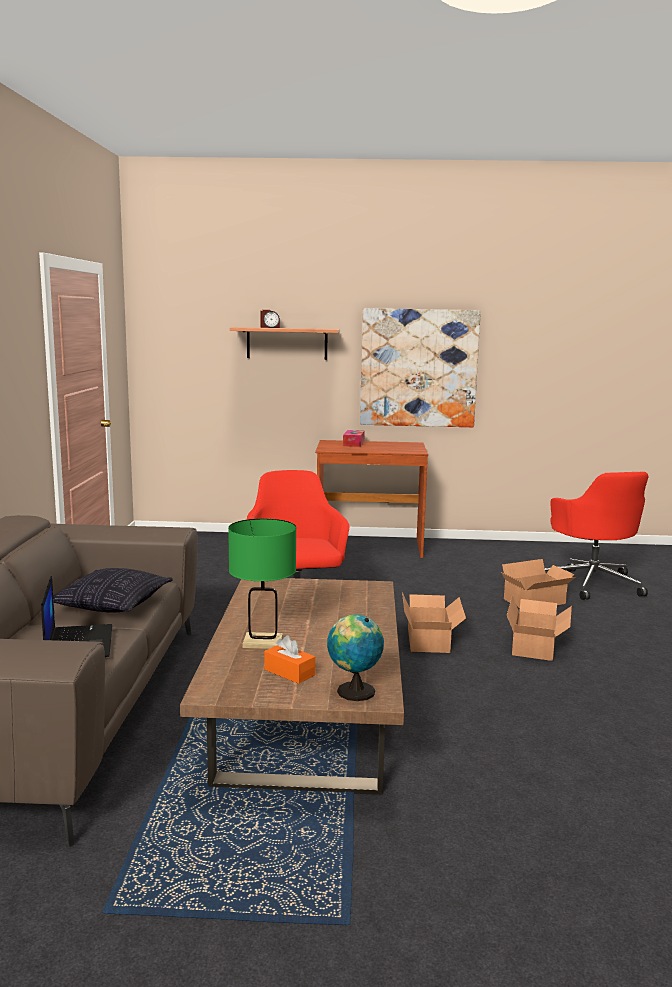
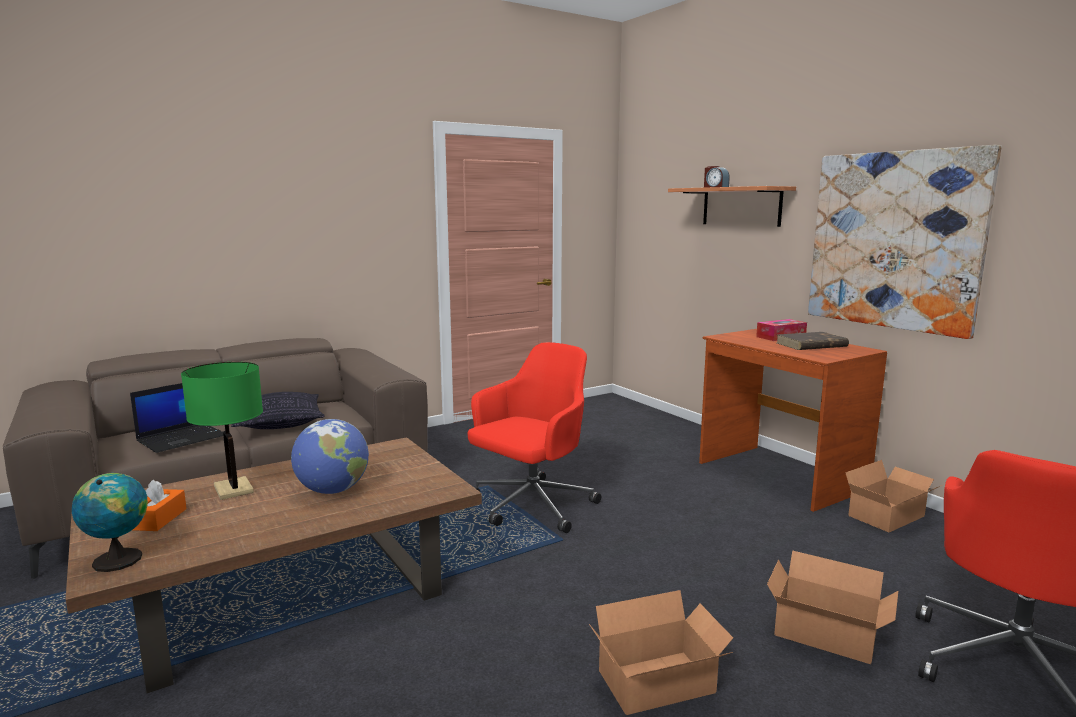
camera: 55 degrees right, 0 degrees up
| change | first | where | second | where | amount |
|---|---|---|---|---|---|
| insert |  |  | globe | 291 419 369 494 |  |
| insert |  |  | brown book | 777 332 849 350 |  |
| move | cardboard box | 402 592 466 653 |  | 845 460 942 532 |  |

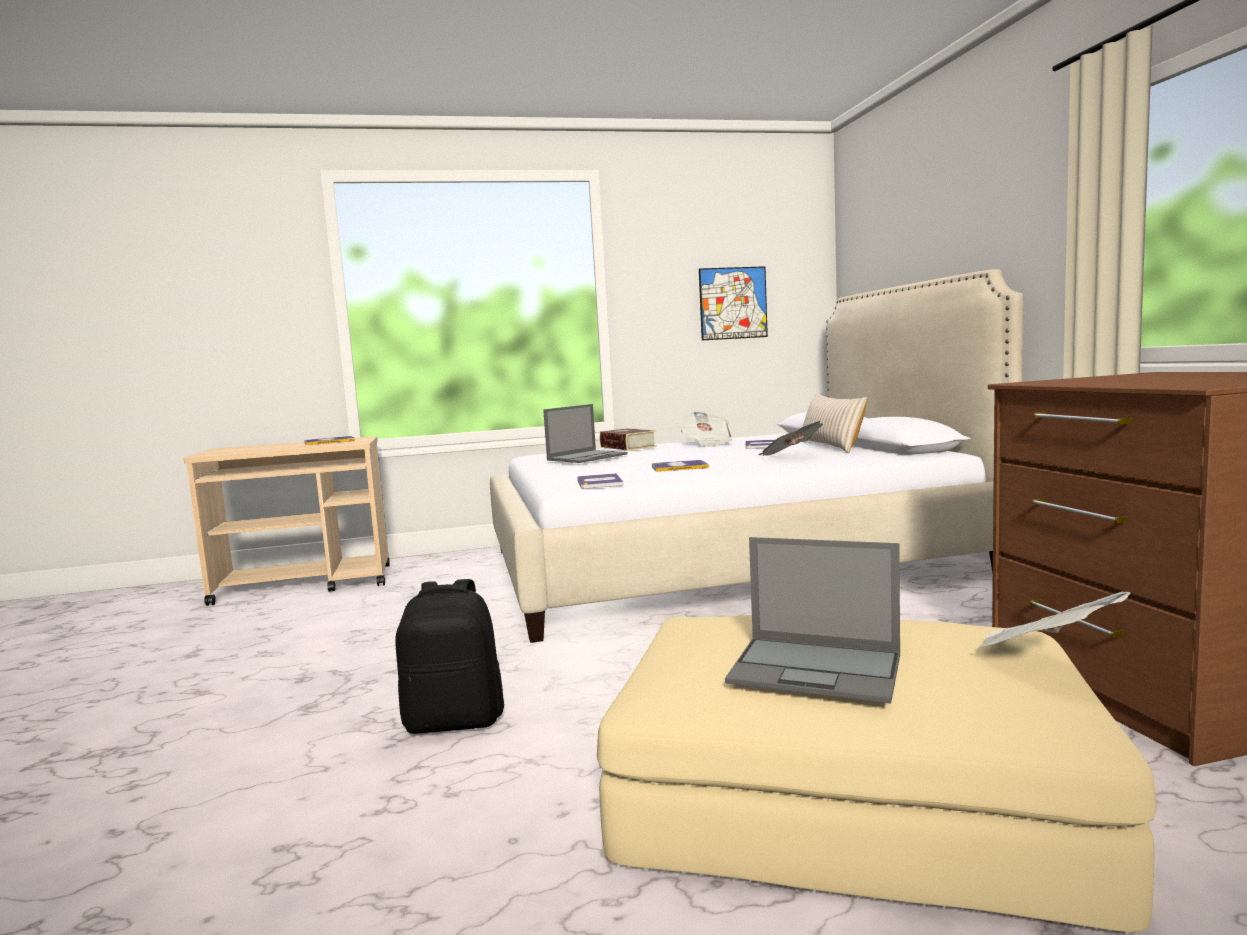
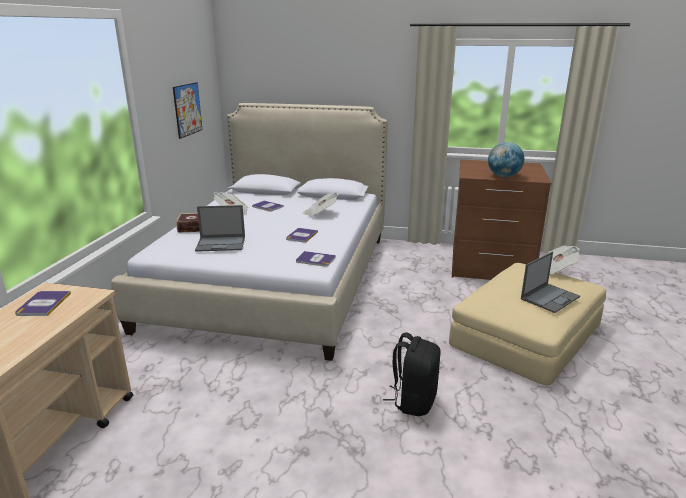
camera: 65 degrees left, 15 degrees up
| change | first | where | second | where | amount |
|---|---|---|---|---|---|
| rotate | laptop | 543 404 628 463 |  | 195 205 245 252 | 105 degrees clockwise |
| insert |  |  | globe | 488 142 524 177 |  |
| delete | beige pillow | 801 393 867 453 |  |  |  |

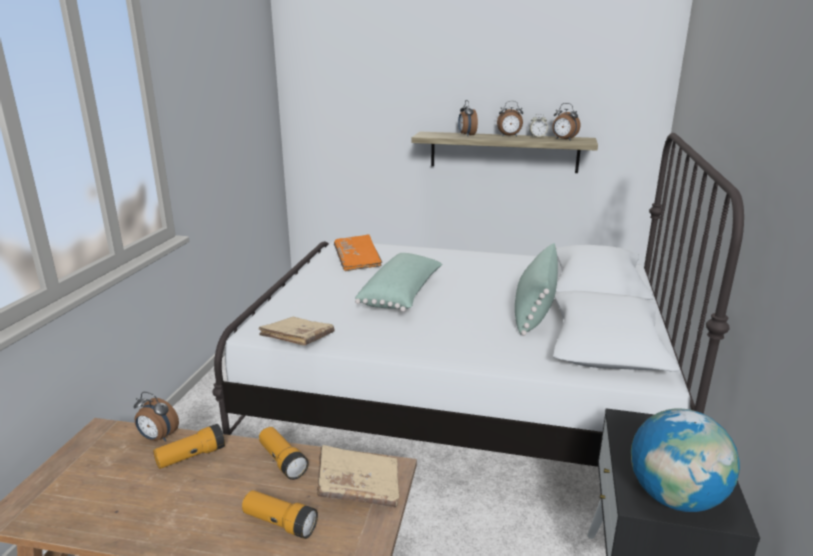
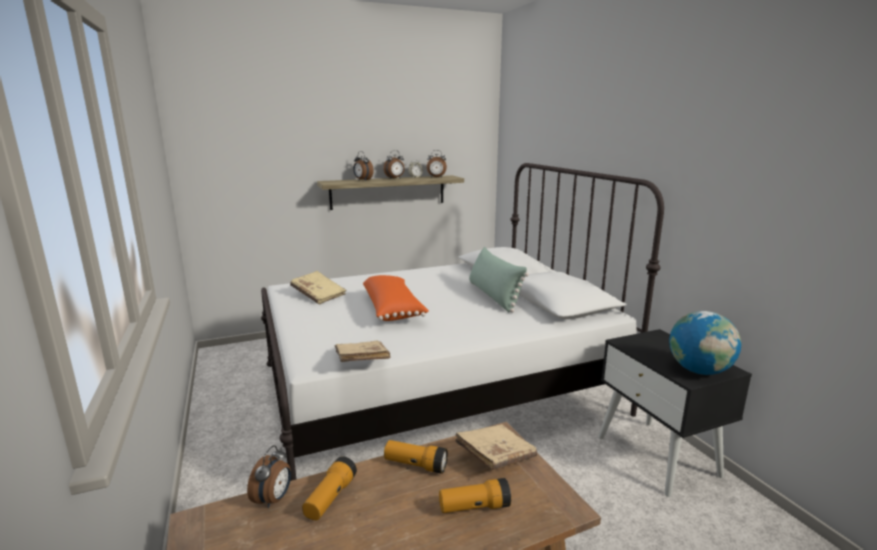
camera: 35 degrees left, 5 degrees down
| change | first | where | second | where | amount |
|---|---|---|---|---|---|
| rotate | alarm clock | 134 392 179 442 |  | 247 445 291 508 | 60 degrees counterclockwise |
| recolor | orange book | 334 234 382 272 | beige book | 290 271 346 305 |  |
| recolor | green pillow | 355 253 443 312 | orange pillow | 363 275 429 321 |  |

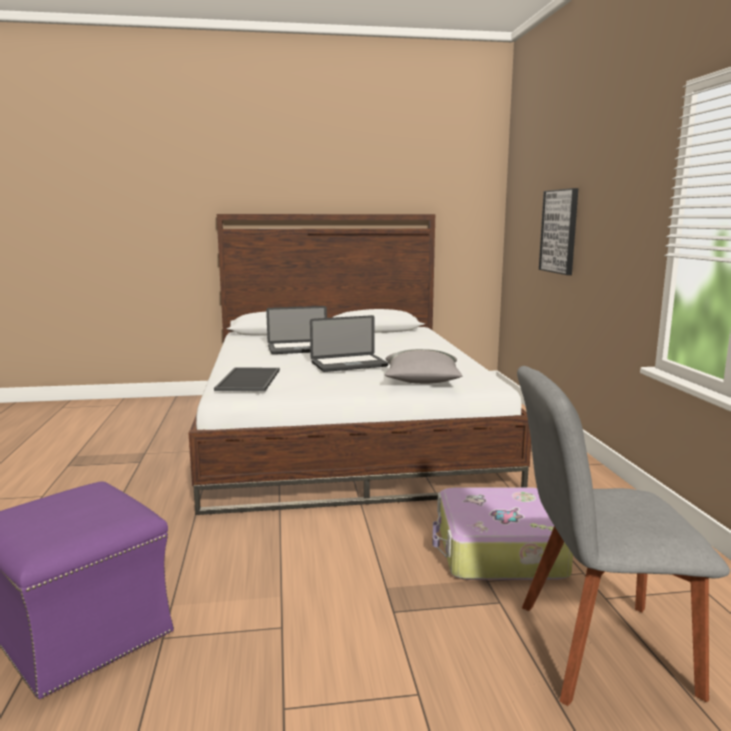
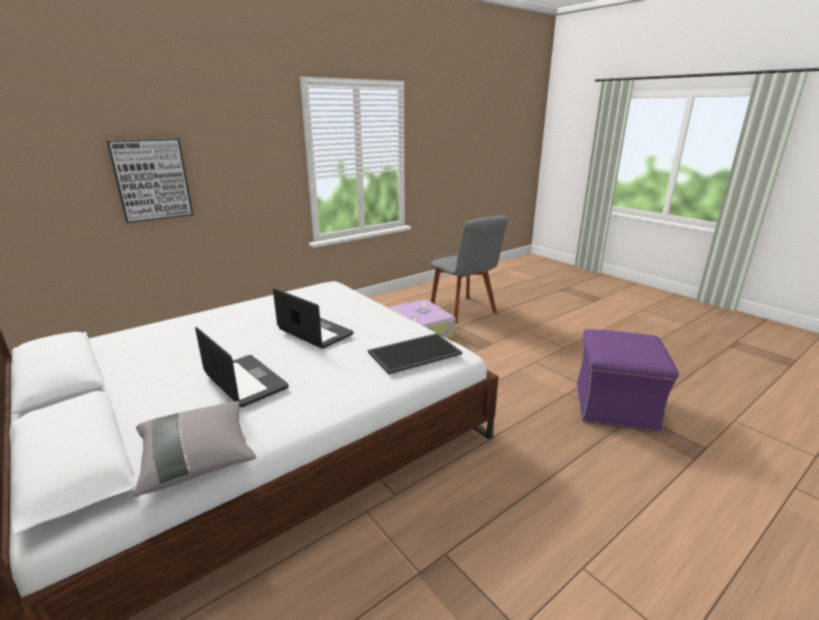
camera: 120 degrees left, 10 degrees up
| change | first | where | second | where | amount |
|---|---|---|---|---|---|
| move | grey pillow | 385 349 462 384 |  | 133 401 257 497 |  |

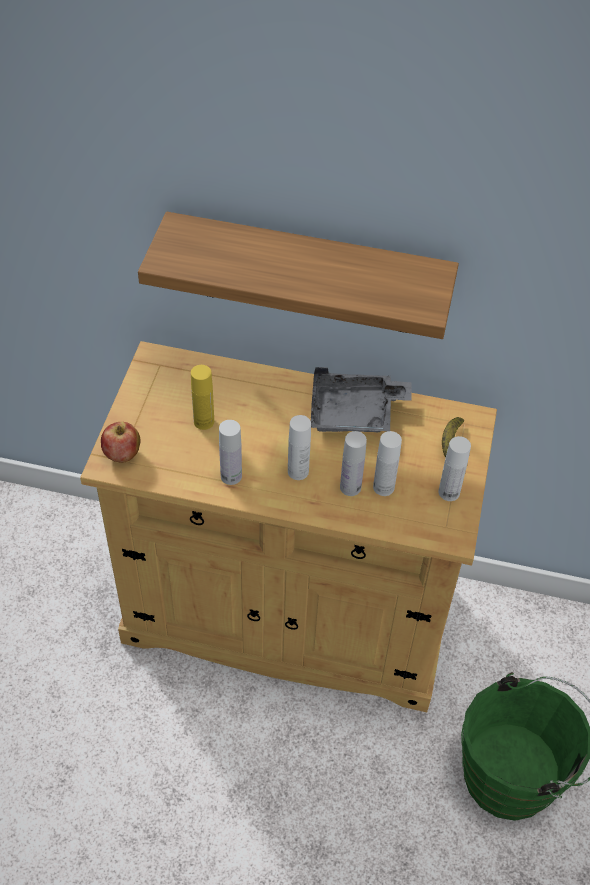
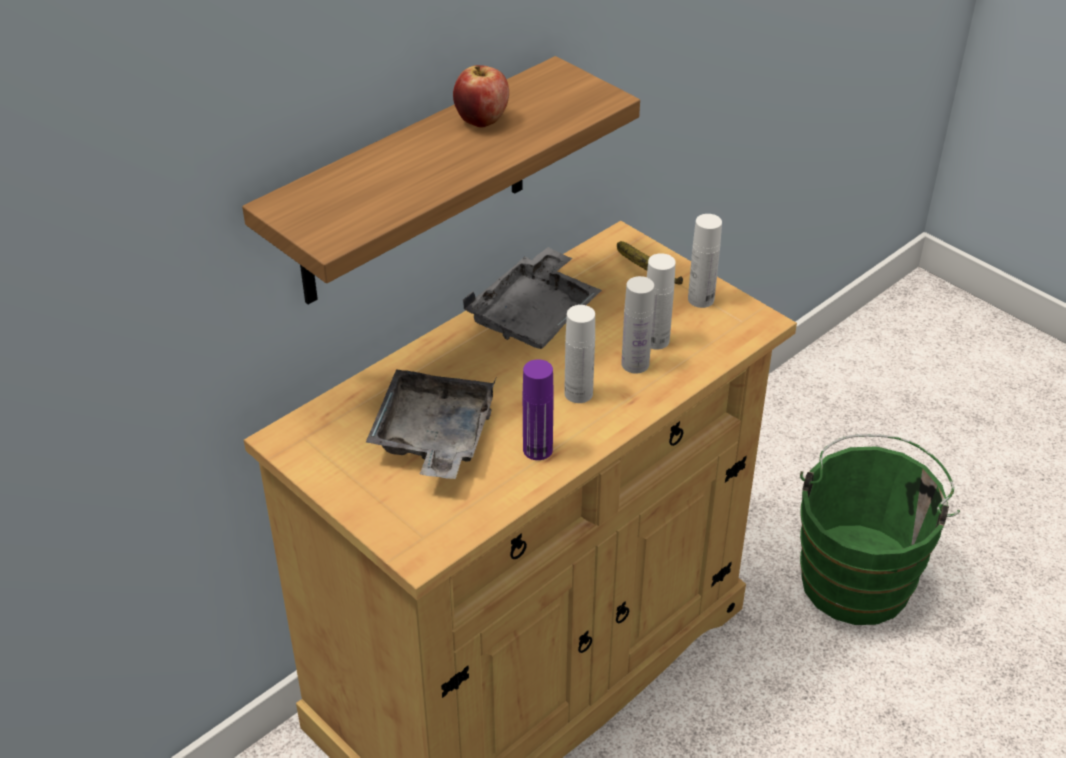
camera: 55 degrees left, 10 degrees down
| change | first | where | second | where | amount |
|---|---|---|---|---|---|
| replace | yellow bottle | 191 365 214 430 | grey tray | 366 369 496 479 |  |
| move | apple | 101 422 141 463 |  | 453 65 509 127 |  |
| recolor | white bottle | 219 420 242 485 | purple bottle | 523 359 554 460 |  |

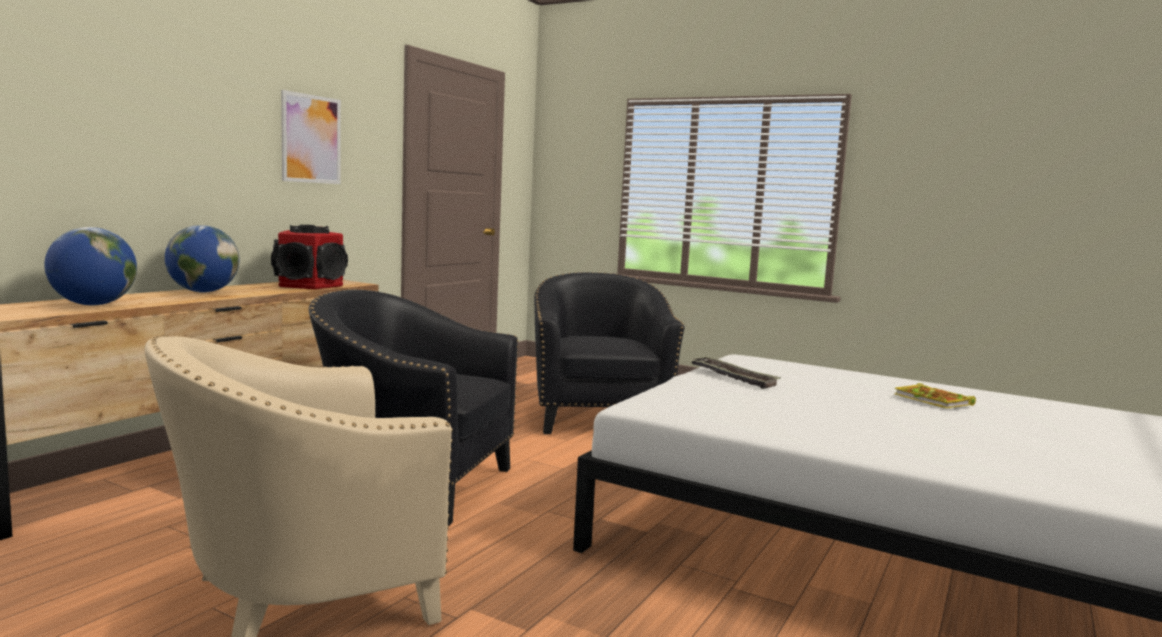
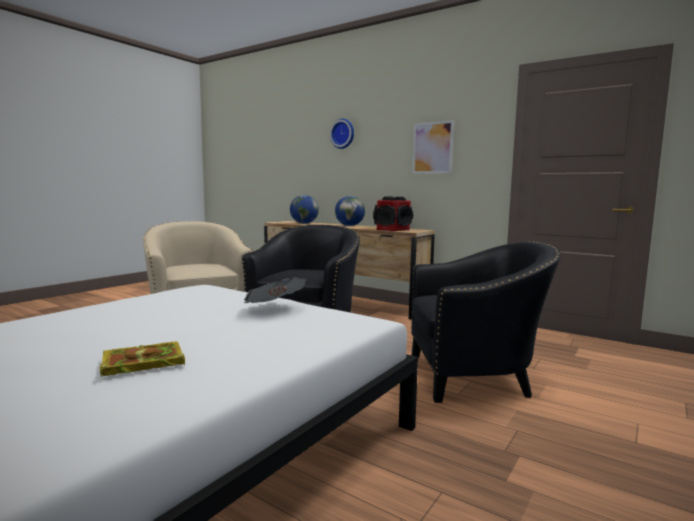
camera: 95 degrees right, 0 degrees up
| change | first | where | second | where | amount |
|---|---|---|---|---|---|
| replace | tray | 690 357 780 389 | newspaper | 244 277 306 303 |  |
| insert |  |  | wall clock | 330 119 354 149 |  |

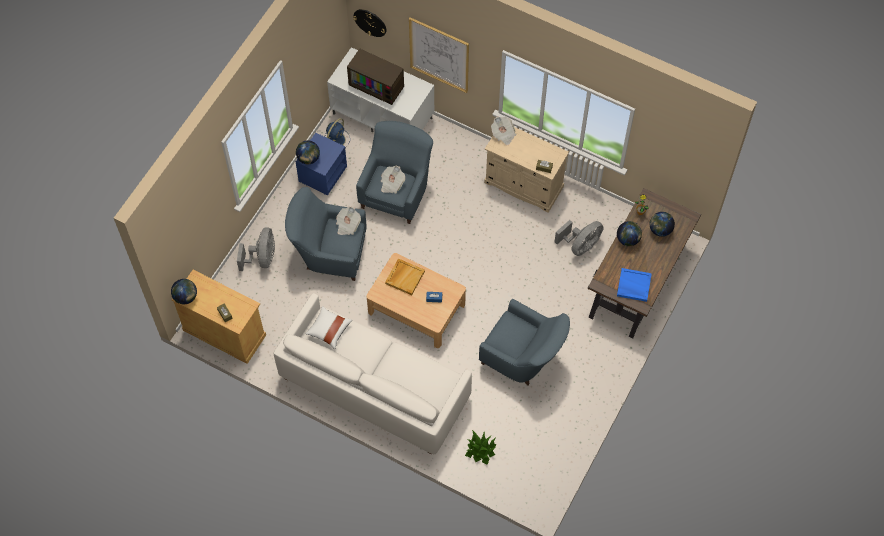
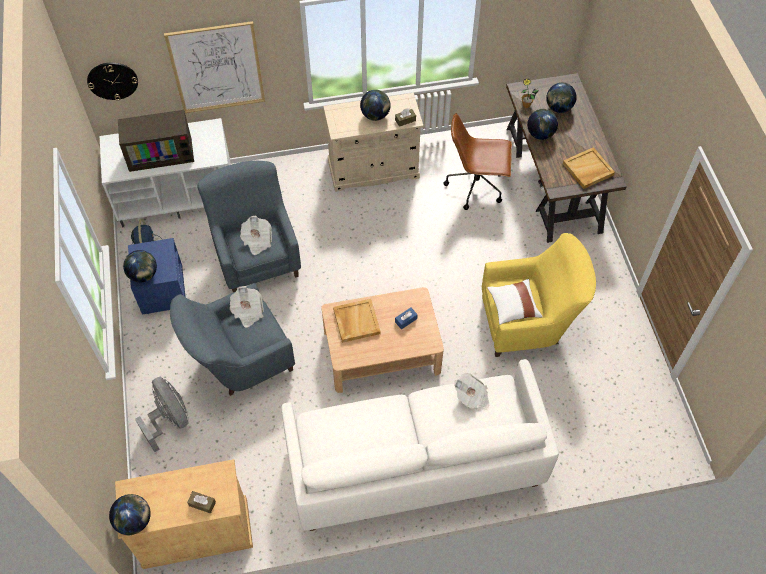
camera: 40 degrees left, 5 degrees down
| change | first | where | second | where | amount |
|---|---|---|---|---|---|
| insert |  |  | globe | 360 90 391 121 |  |
| replace | grey fan | 554 220 604 256 | brown office chair | 443 113 512 210 |  |
| move | newspaper | 491 116 517 145 |  | 454 373 489 409 |  |
| recolor | blue armchair | 479 299 570 385 | yellow armchair | 482 233 596 357 |  |
| move | white pillow | 305 306 352 349 |  | 487 279 543 325 |  |
| recolor | blue tray | 617 268 652 302 | beige tray | 563 147 615 189 |  |
| delete | potted plant | 465 430 497 465 |  |  |  |

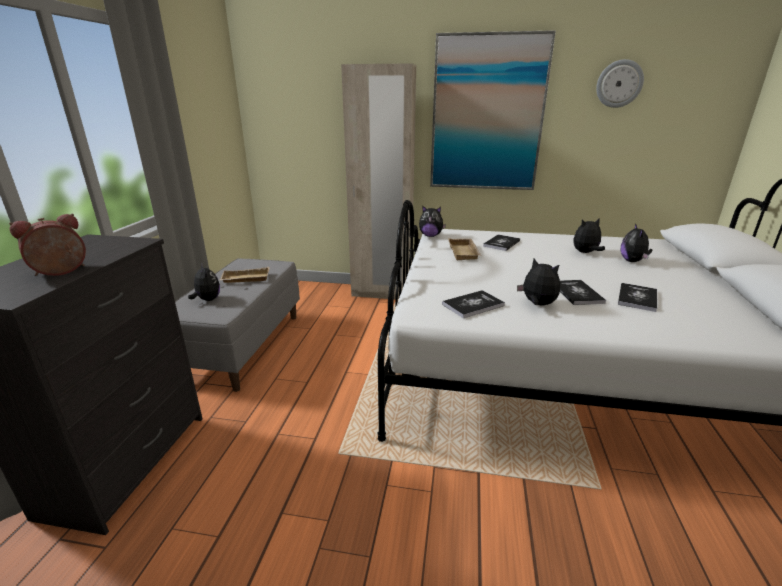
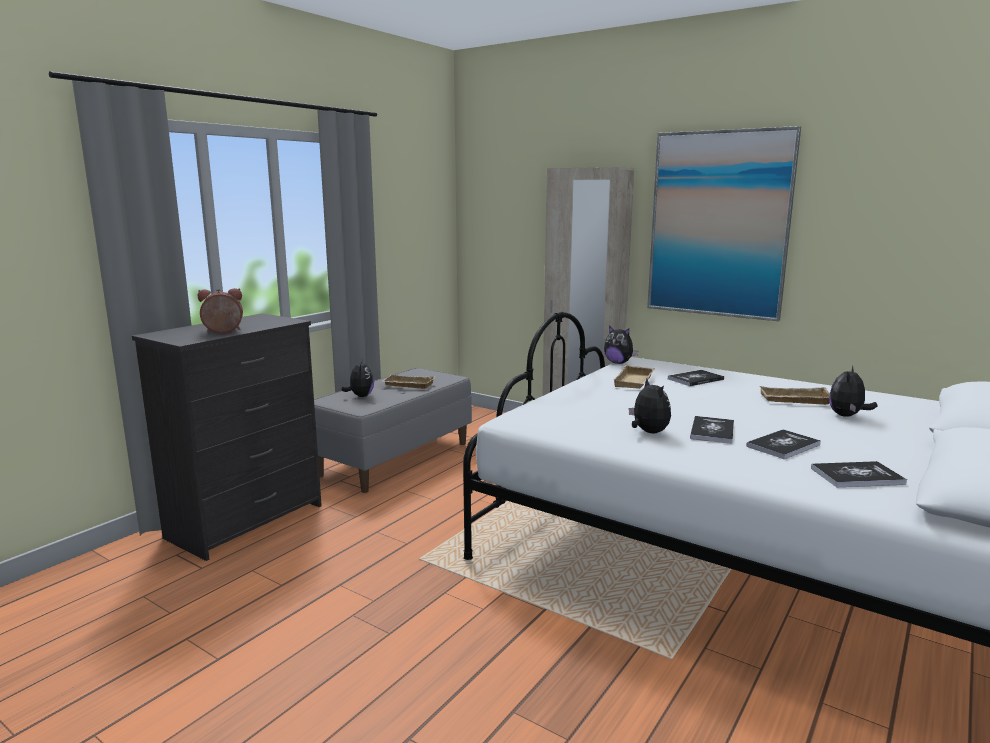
camera: 25 degrees right, 10 degrees down
| change | first | where | second | where | amount |
|---|---|---|---|---|---|
| replace | plush toy | 574 218 605 253 | beige tray | 760 386 830 405 |  |
| move | book | 442 290 505 318 |  | 811 461 907 487 |  |
| delete | wall clock | 596 59 644 108 |  |  |  |

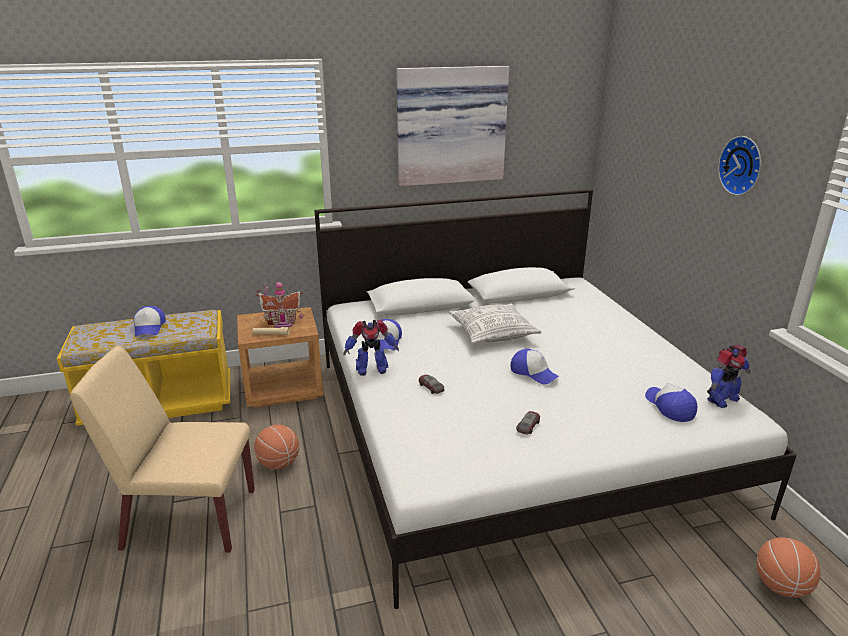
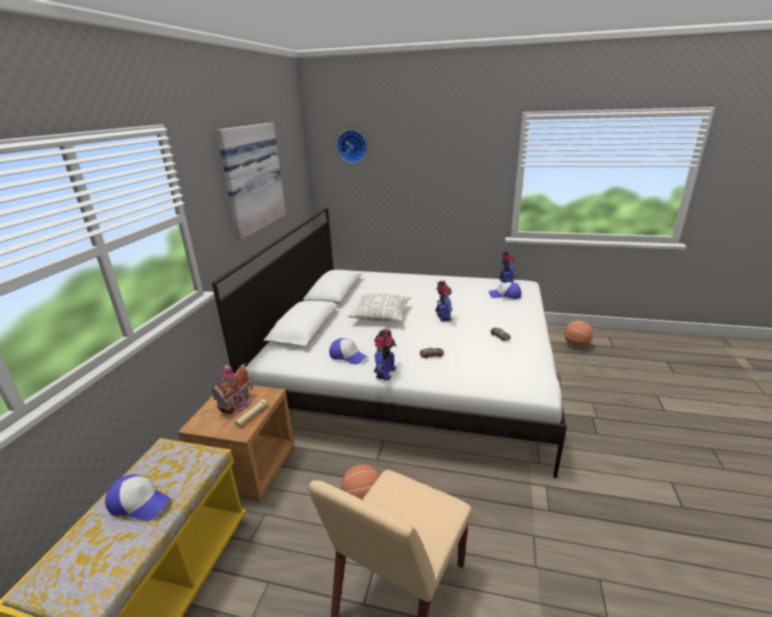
camera: 60 degrees left, 0 degrees up
| change | first | where | second | where | amount |
|---|---|---|---|---|---|
| move | wall clock | 718 136 761 196 |  | 337 130 367 163 |  |
| replace | cap | 510 349 559 384 | toy robot | 435 281 452 321 |  |

